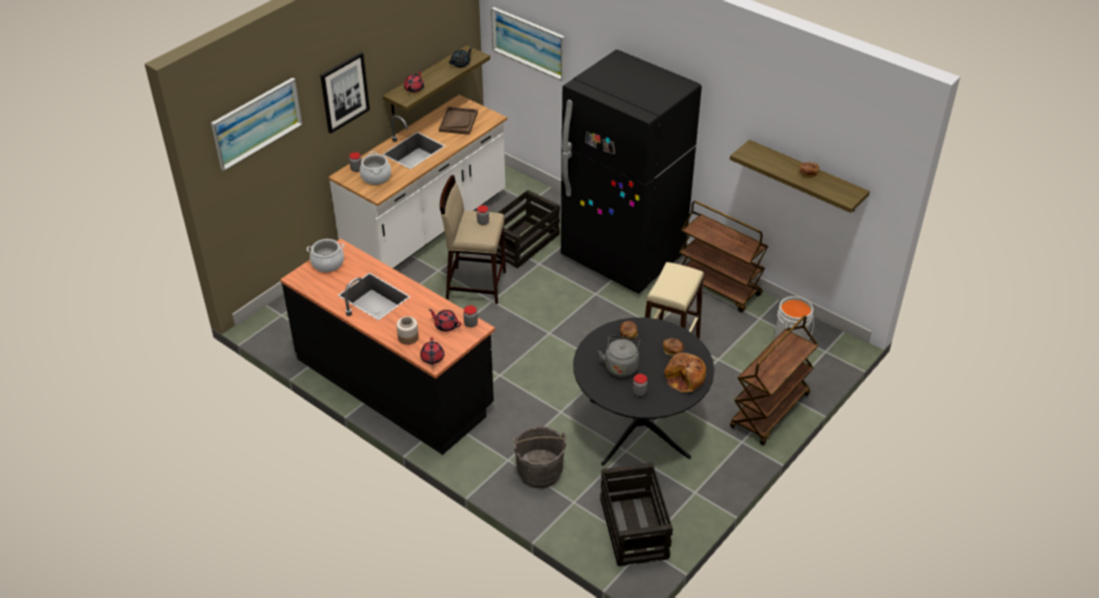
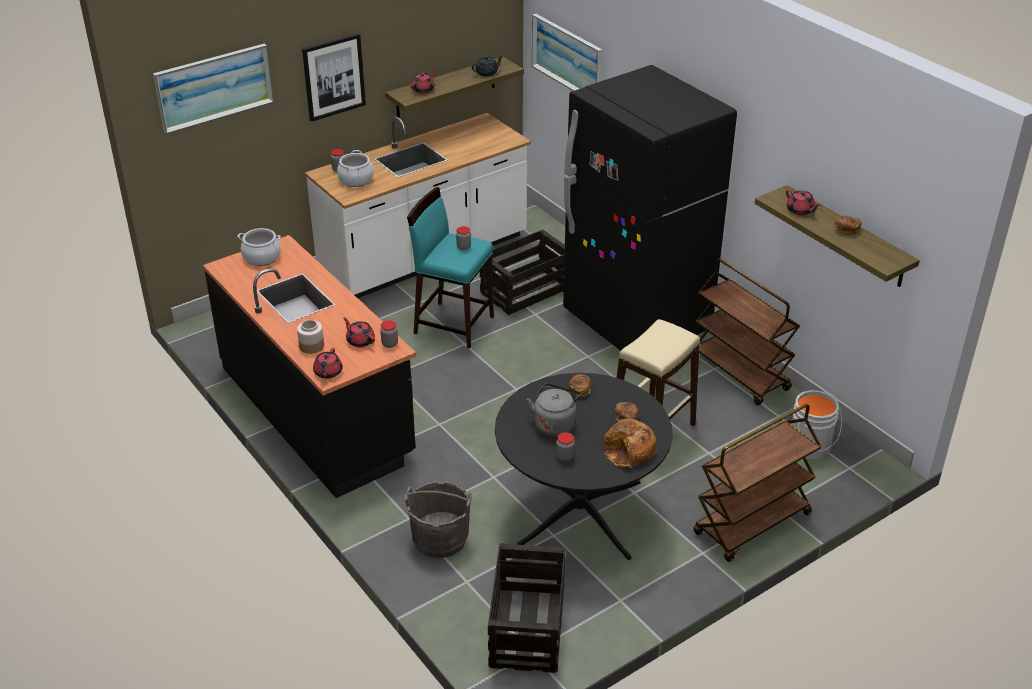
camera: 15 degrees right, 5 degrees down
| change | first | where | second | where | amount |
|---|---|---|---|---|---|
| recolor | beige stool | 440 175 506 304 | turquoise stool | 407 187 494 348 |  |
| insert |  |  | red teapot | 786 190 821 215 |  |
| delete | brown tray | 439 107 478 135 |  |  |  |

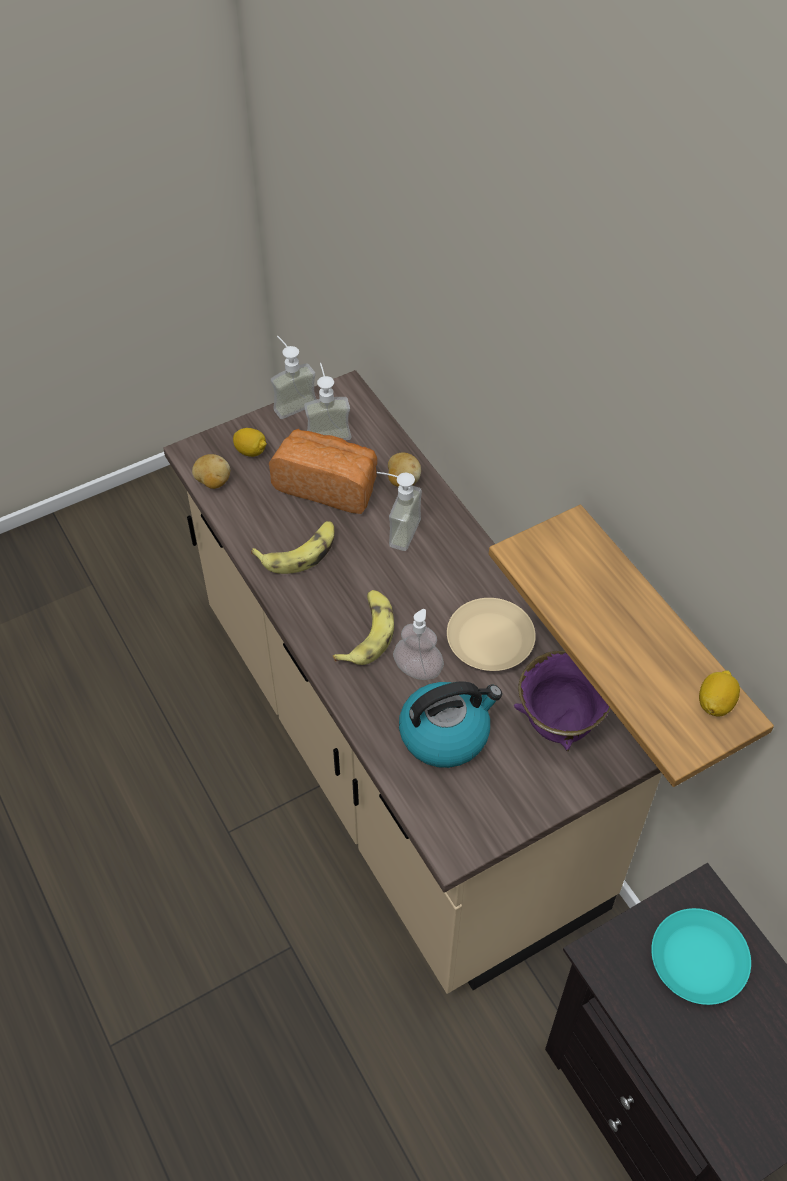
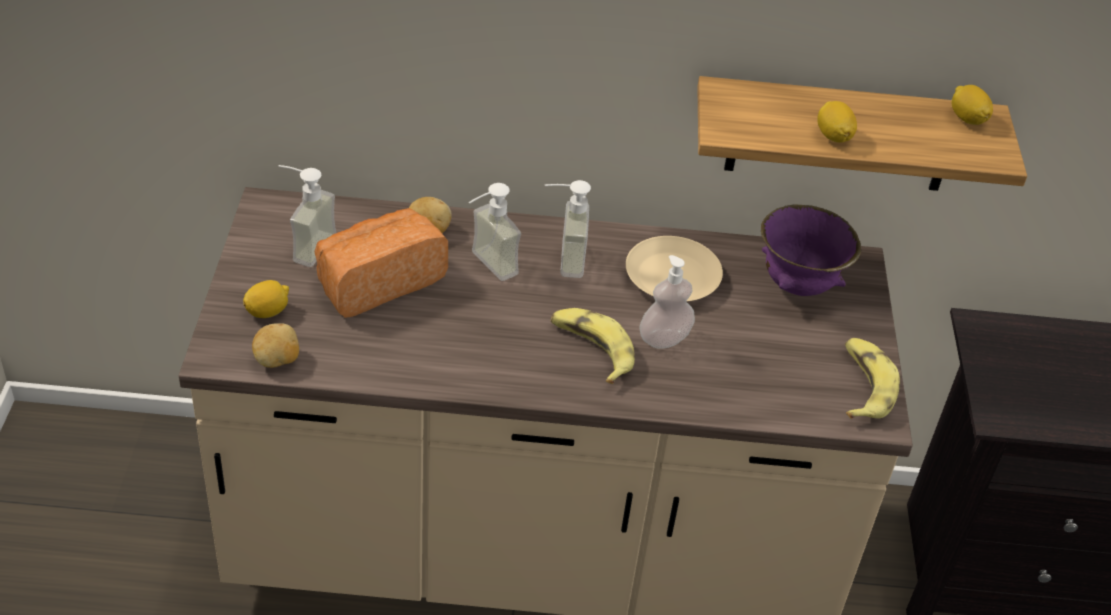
camera: 60 degrees left, 10 degrees down
| change | first | where | second | where | amount |
|---|---|---|---|---|---|
| move | soap dispenser | 270 336 317 419 |  | 545 180 591 278 |  |
| insert |  |  | lemon | 817 101 857 143 |  |
| move | banana | 251 521 334 574 |  | 845 338 900 419 |  |
| delete | kettle | 399 681 502 768 |  |  |  |
| delete | turquoise plate | 651 908 751 1005 |  |  |  |

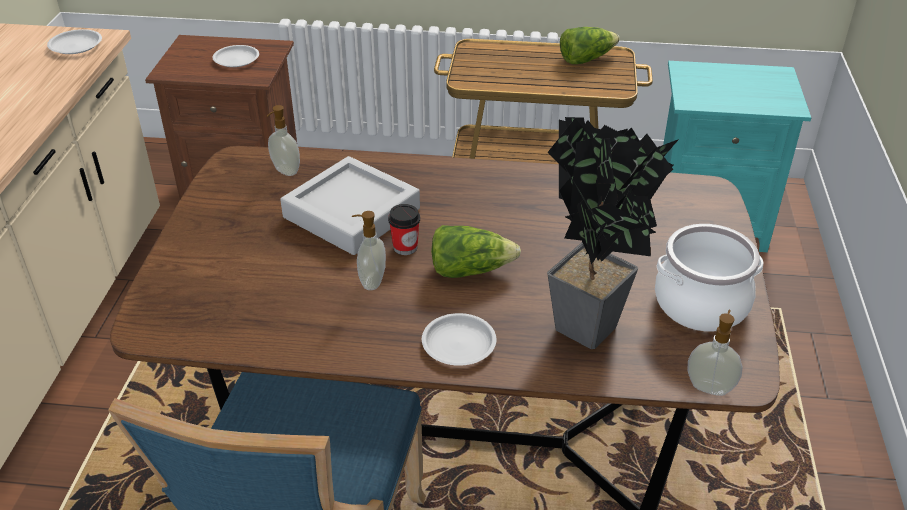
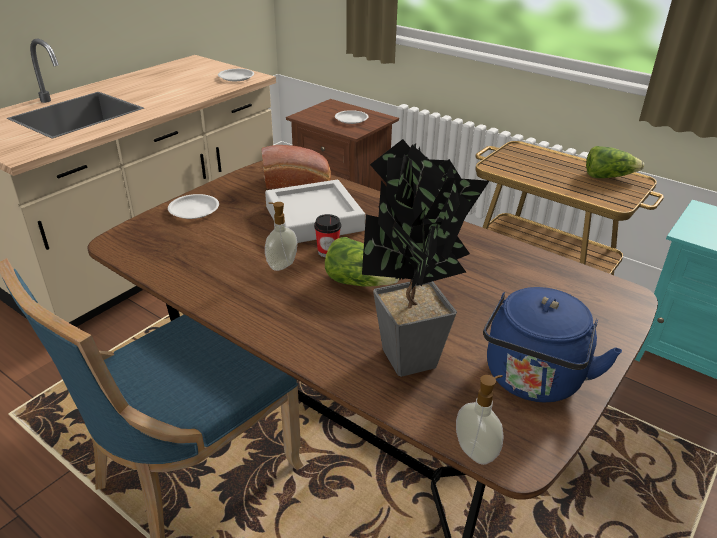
camera: 30 degrees right, 5 degrees down
| change | first | where | second | where | amount |
|---|---|---|---|---|---|
| move | white plate | 422 313 496 366 |  | 168 194 219 219 |  |
| replace | soap dispenser | 267 105 300 176 | bread | 262 145 331 189 |  |
| replace | cooking pot | 655 224 764 332 | blue kettle | 483 287 622 403 |  |

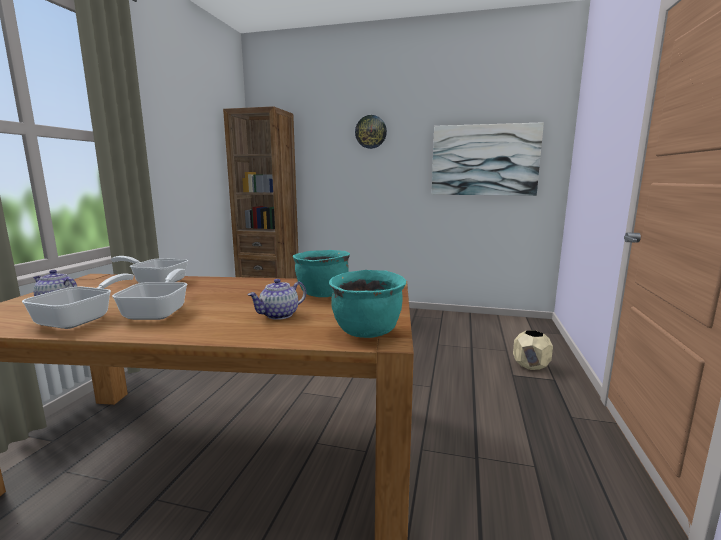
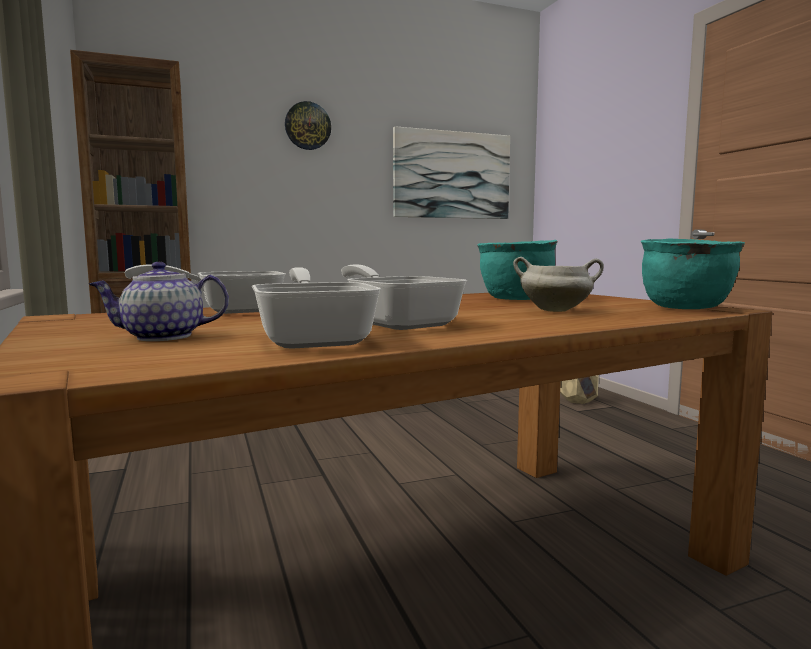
camera: 35 degrees left, 5 degrees down
| change | first | where | second | where | amount |
|---|---|---|---|---|---|
| replace | teapot | 247 279 306 320 | white cooking pot | 513 257 604 312 |  |

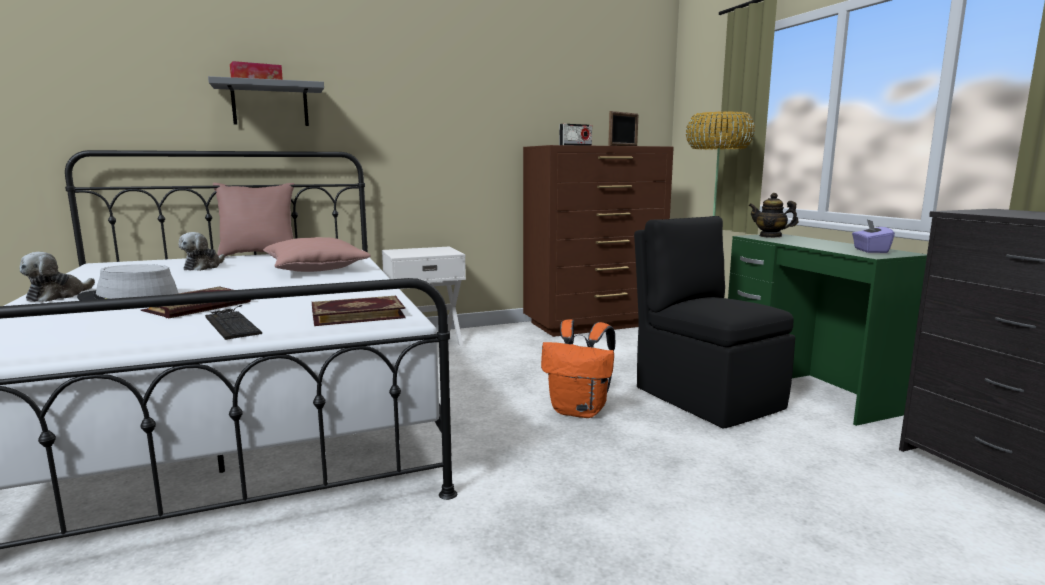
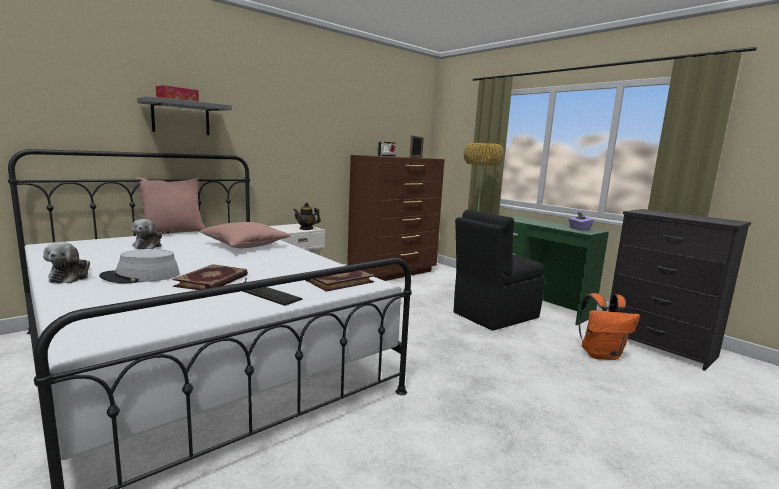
camera: 20 degrees left, 0 degrees up
| change | first | where | second | where | amount |
|---|---|---|---|---|---|
| move | teapot | 749 193 798 238 |  | 293 203 321 230 |  |
| rotate | black chair | 634 216 795 428 |  | 454 209 545 331 | 75 degrees counterclockwise |
| move | orange backpack | 541 319 615 418 |  | 579 293 640 360 |  |

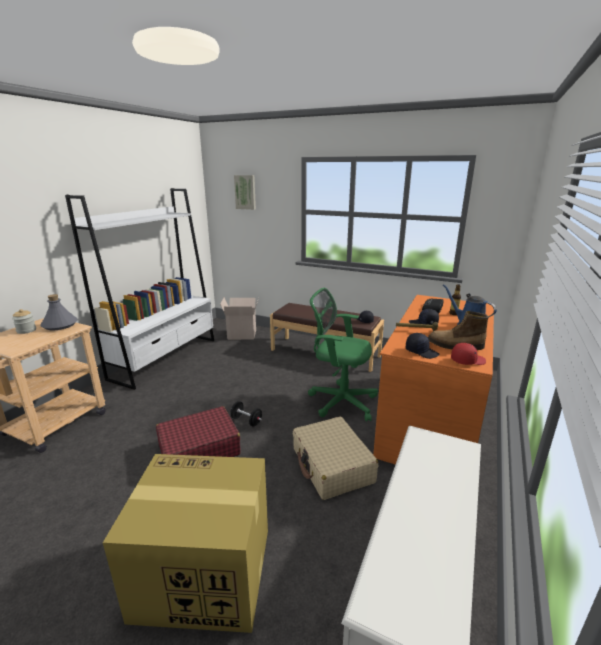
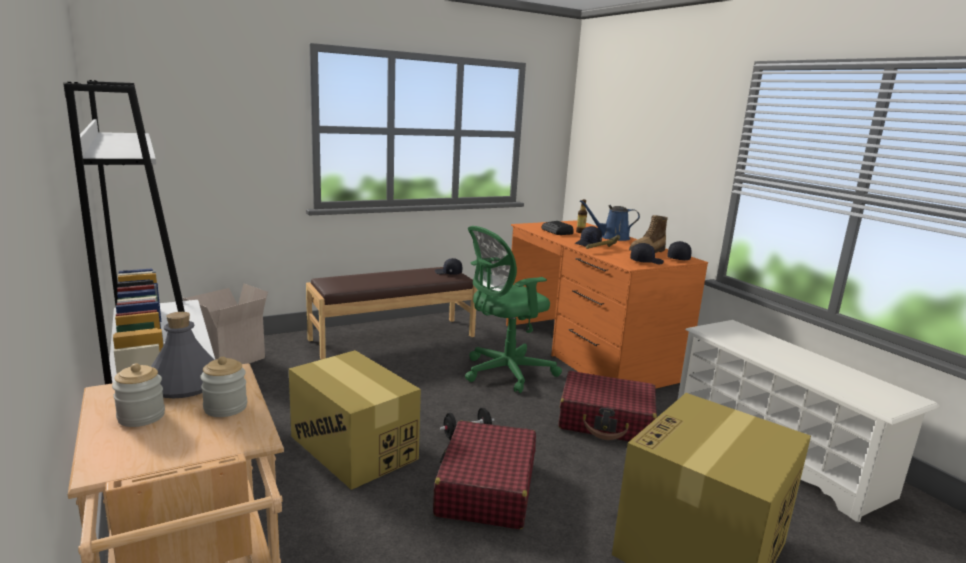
camera: 55 degrees left, 5 degrees down
| change | first | where | second | where | amount |
|---|---|---|---|---|---|
| insert |  |  | jar | 200 356 247 417 |  |
| insert |  |  | cardboard box | 289 350 421 490 |  |
| recolor | beige suitcase | 293 417 378 500 | red suitcase | 558 371 657 441 |  |
| recolor | red cap | 451 343 486 365 | black cap | 667 241 692 260 |  |
| delete | picture | 234 175 256 210 |  |  |  |

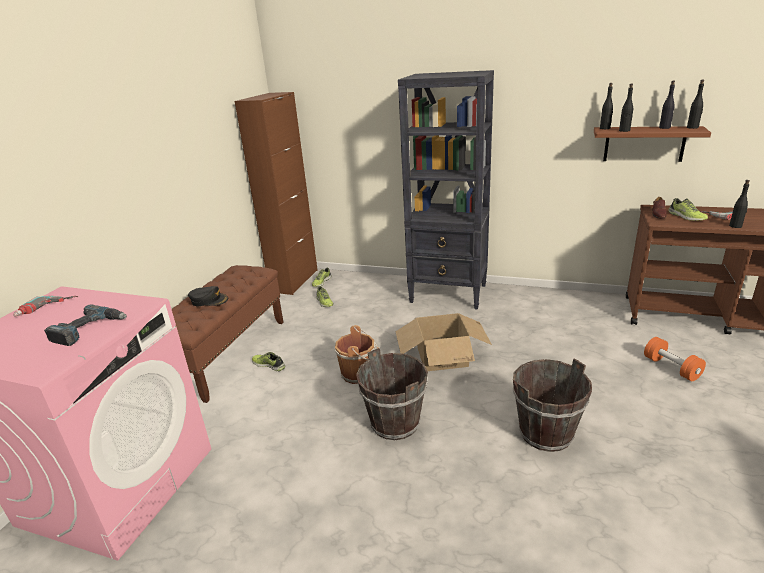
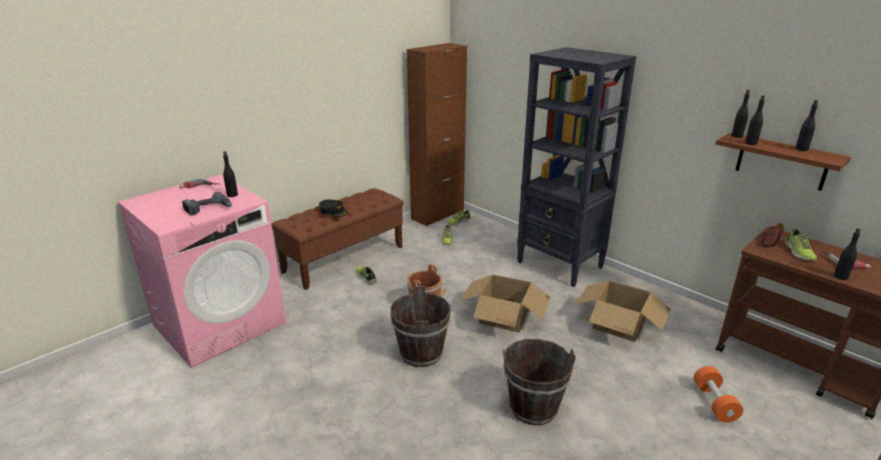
camera: 25 degrees right, 0 degrees up
| change | first | where | second | where | amount |
|---|---|---|---|---|---|
| move | black bottle | 687 79 704 129 |  | 223 151 238 197 |  |
| insert |  |  | cardboard box | 574 281 671 342 |  |

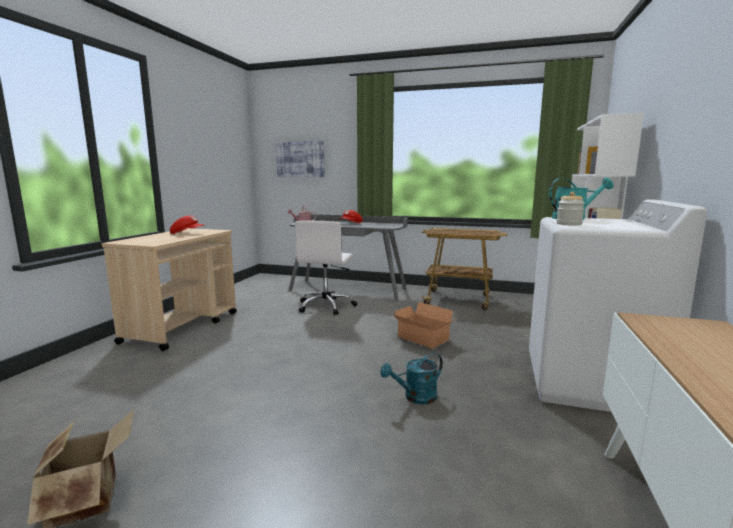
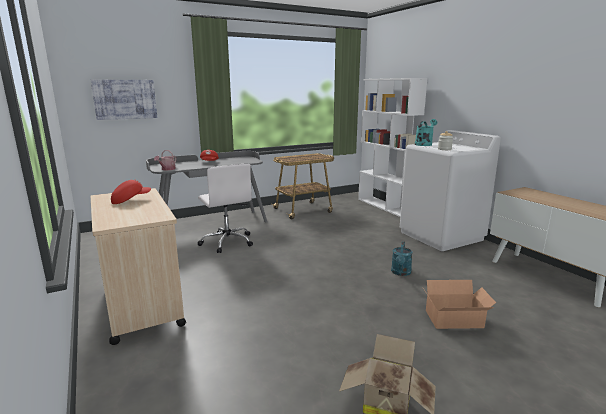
camera: 45 degrees left, 5 degrees up
| change | first | where | second | where | amount |
|---|---|---|---|---|---|
| move | cardboard box | 393 302 455 349 |  | 423 280 496 329 |  |

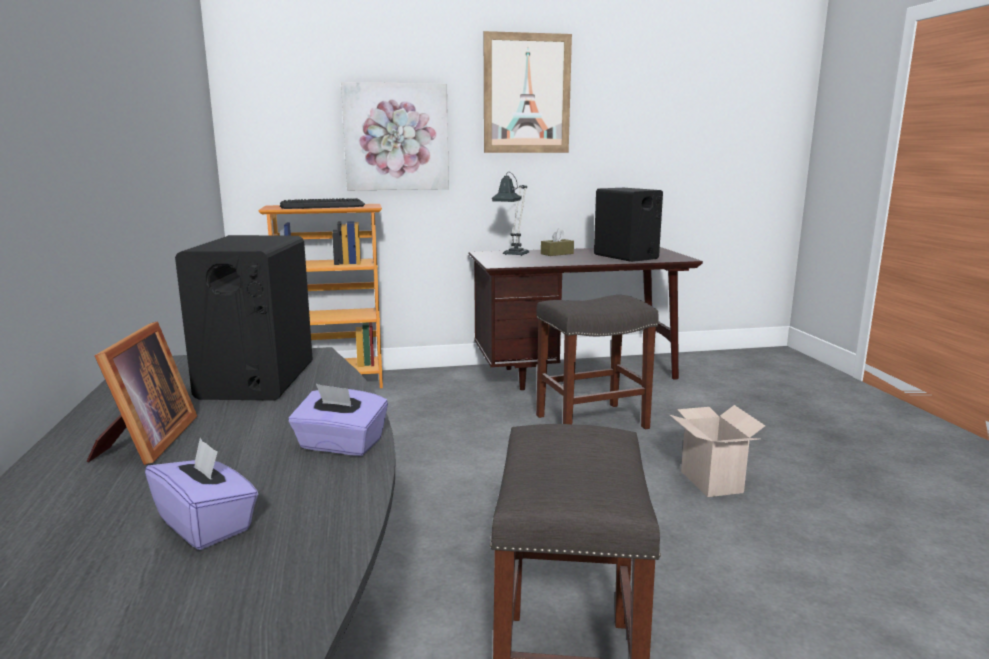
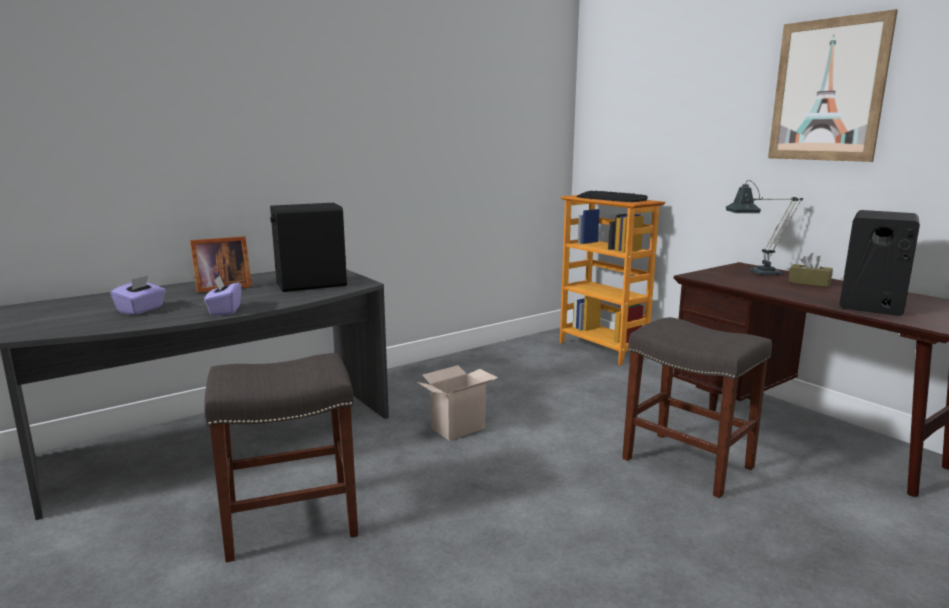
camera: 65 degrees right, 0 degrees up
| change | first | where | second | where | amount |
|---|---|---|---|---|---|
| move | cardboard box | 670 405 765 497 |  | 417 365 498 441 |  |
| delete | picture | 341 82 449 190 |  |  |  |

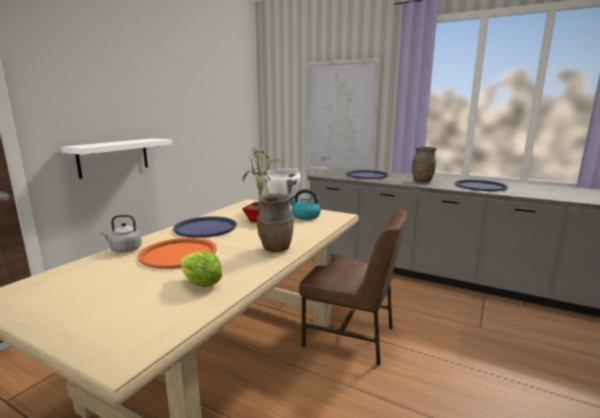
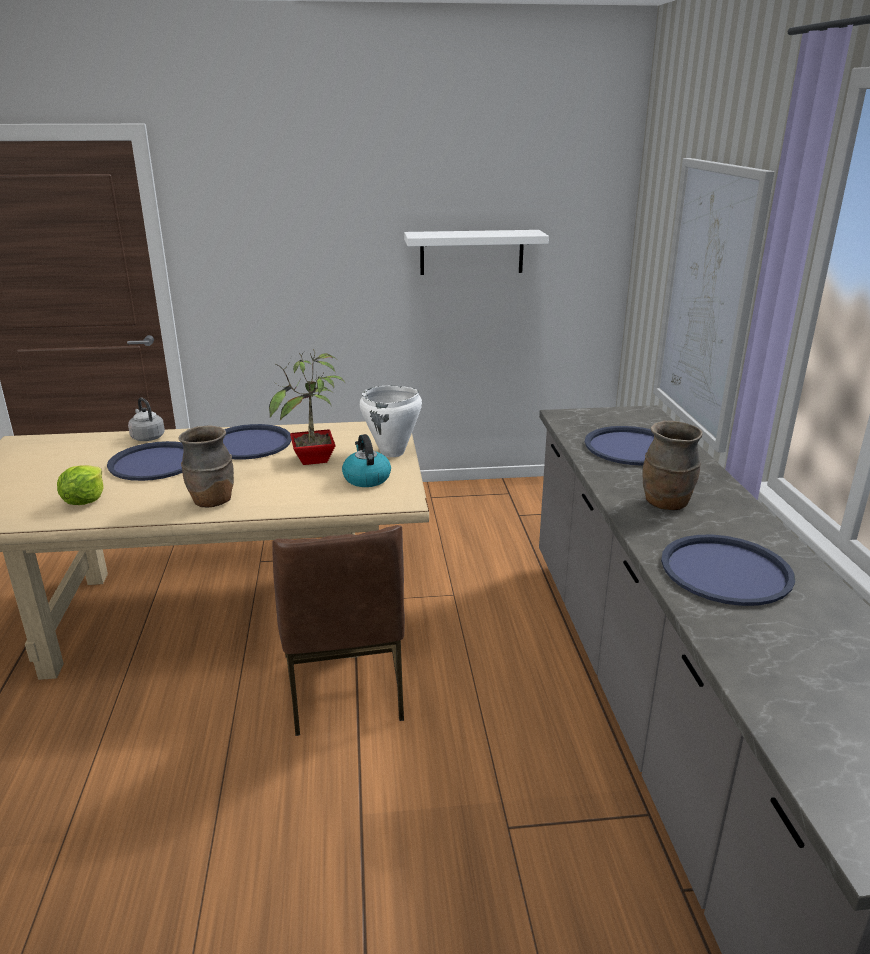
camera: 55 degrees right, 10 degrees up
| change | first | where | second | where | amount |
|---|---|---|---|---|---|
| recolor | orange tray | 138 238 217 269 | blue tray | 107 441 184 481 |  |
| move | white shelf | 61 138 172 179 |  | 404 230 549 275 |  |

